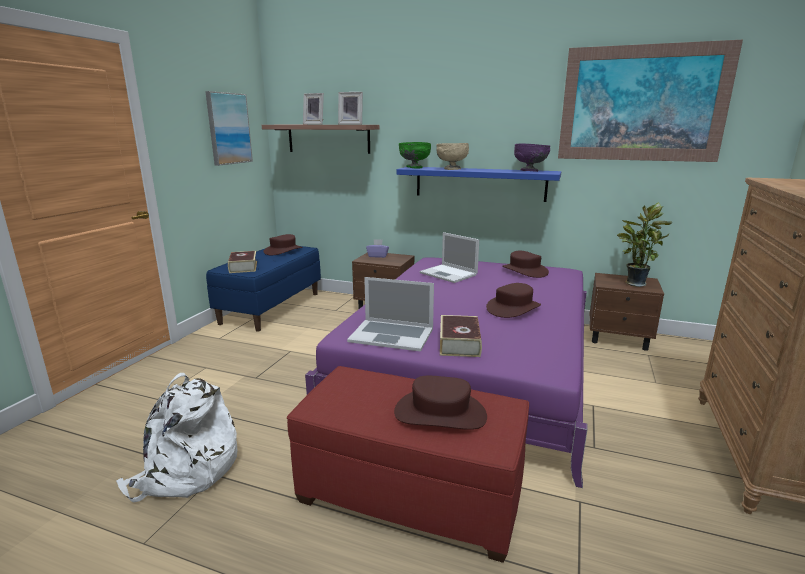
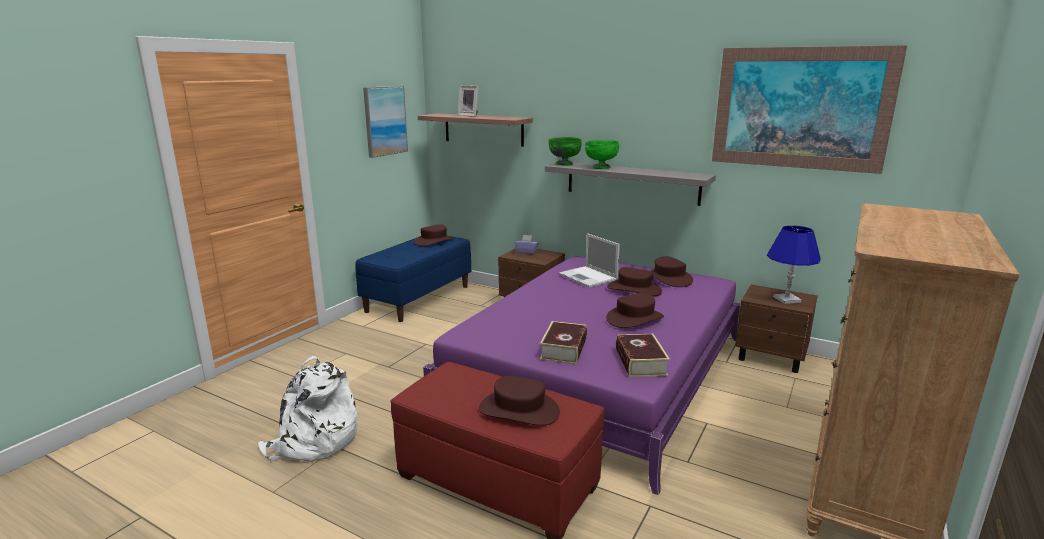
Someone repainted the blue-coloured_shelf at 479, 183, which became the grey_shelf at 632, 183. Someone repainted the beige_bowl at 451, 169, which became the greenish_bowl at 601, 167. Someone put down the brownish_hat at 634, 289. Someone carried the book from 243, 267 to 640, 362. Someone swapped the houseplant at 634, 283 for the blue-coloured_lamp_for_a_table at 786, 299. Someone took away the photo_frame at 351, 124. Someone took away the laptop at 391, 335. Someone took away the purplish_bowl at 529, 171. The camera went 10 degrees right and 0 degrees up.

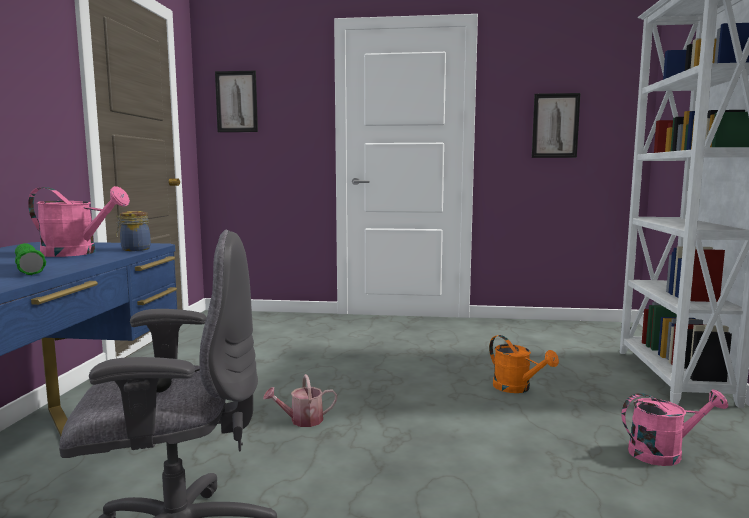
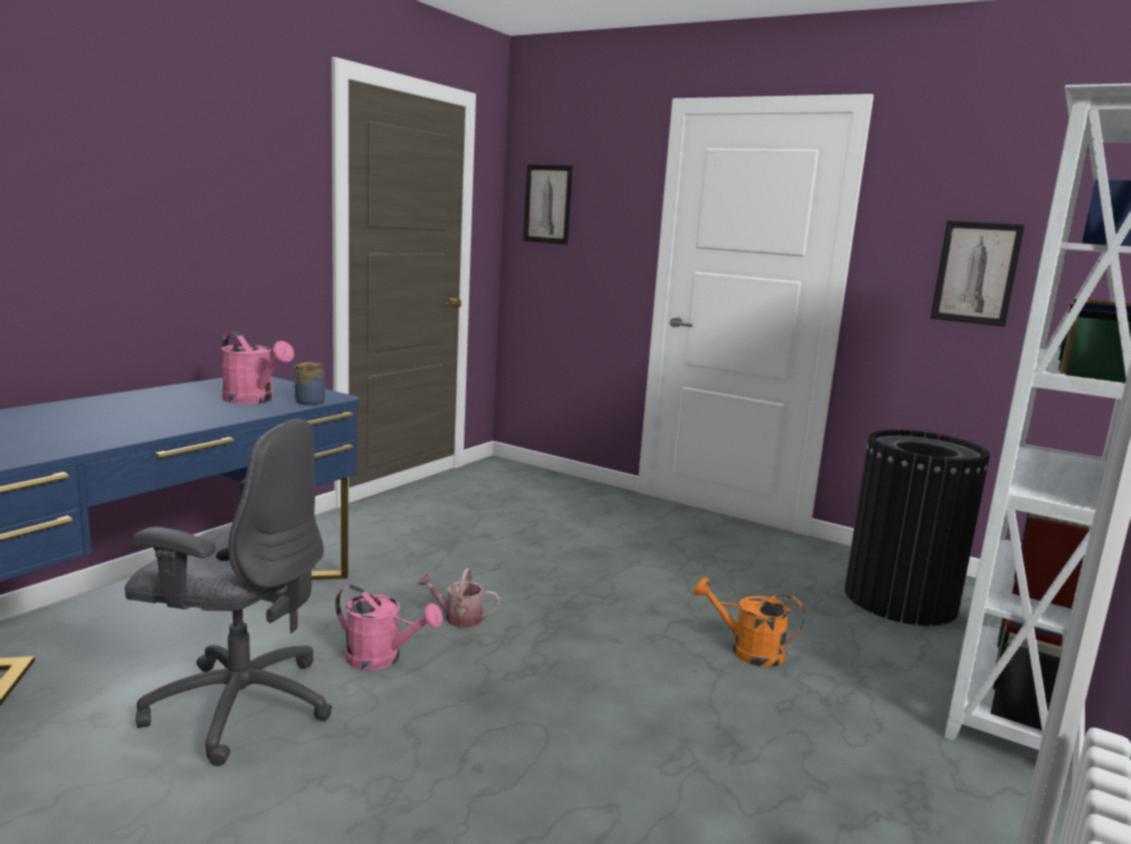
Someone carried the pink-coloured_watering_can from 664, 453 to 382, 659. Someone rotated the orange_watering_can at 517, 388 by 120 degrees clockwise. Someone put down the blackish_waste_bin at 900, 600. Someone took away the greenish_torch at 29, 269. The camera went 25 degrees right and 5 degrees up.

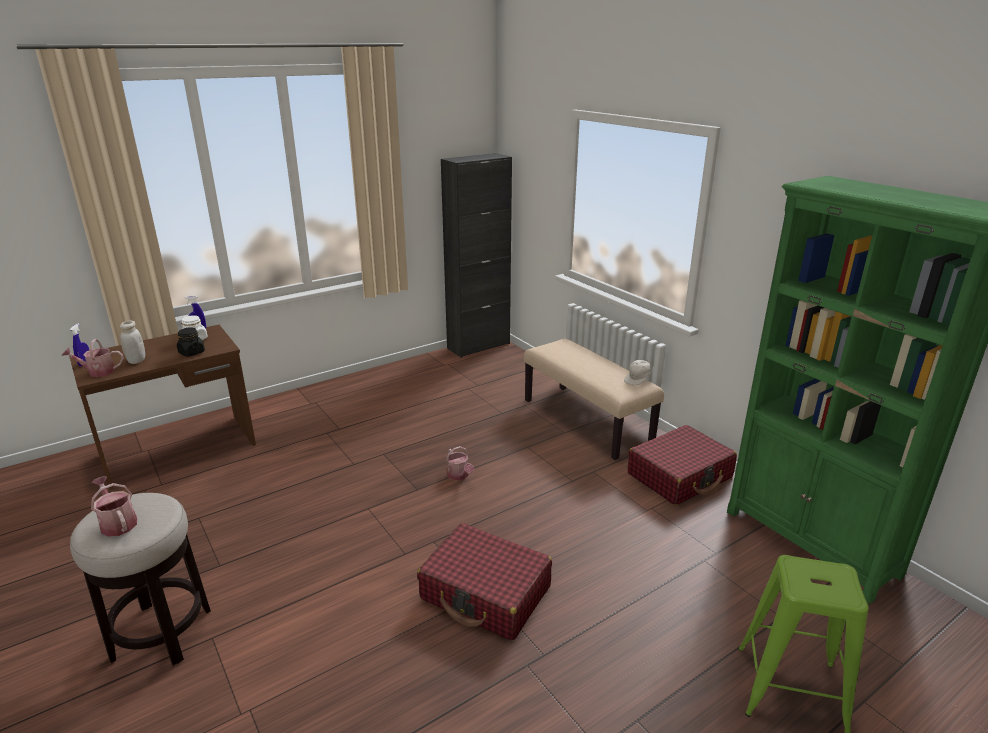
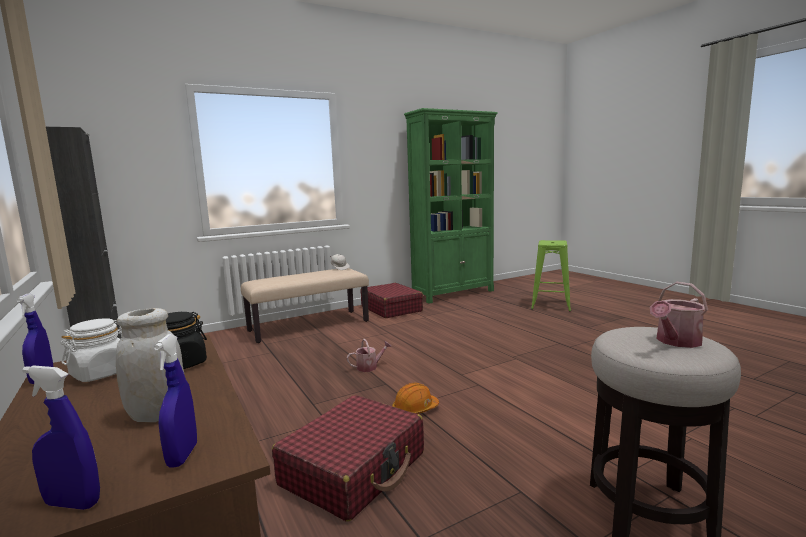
Someone swapped the watering_can at 98, 372 for the blue-coloured_sprayer at 182, 456. Someone carried the red_suitcase from 486, 593 to 354, 469. Someone put down the orange_work_helmet at 415, 409. The camera went 85 degrees left and 15 degrees down.

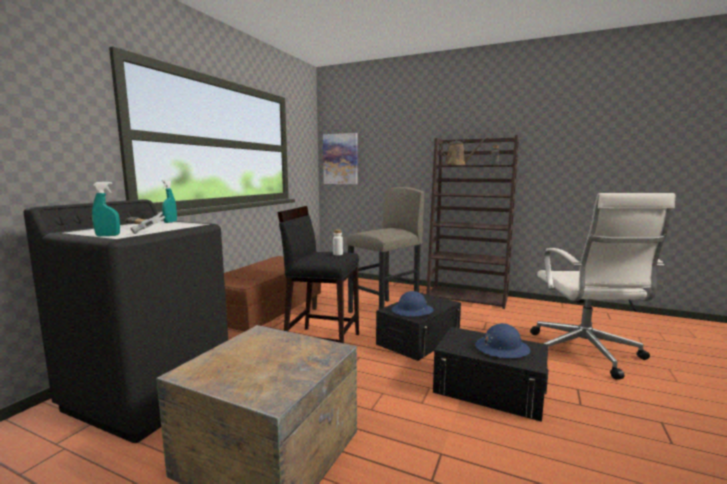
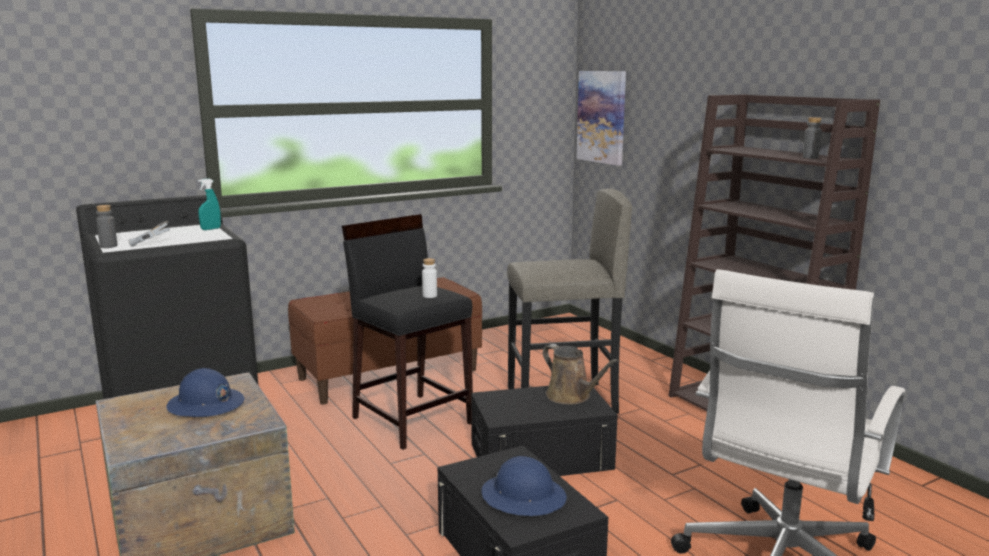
Someone swapped the blue-green_sprayer at 108, 235 for the grey_bottle at 108, 246. Someone carried the blue-coloured_work_helmet from 412, 311 to 205, 405. Someone carried the brownish_watering_can from 457, 165 to 571, 396. The camera went 35 degrees right and 5 degrees up.

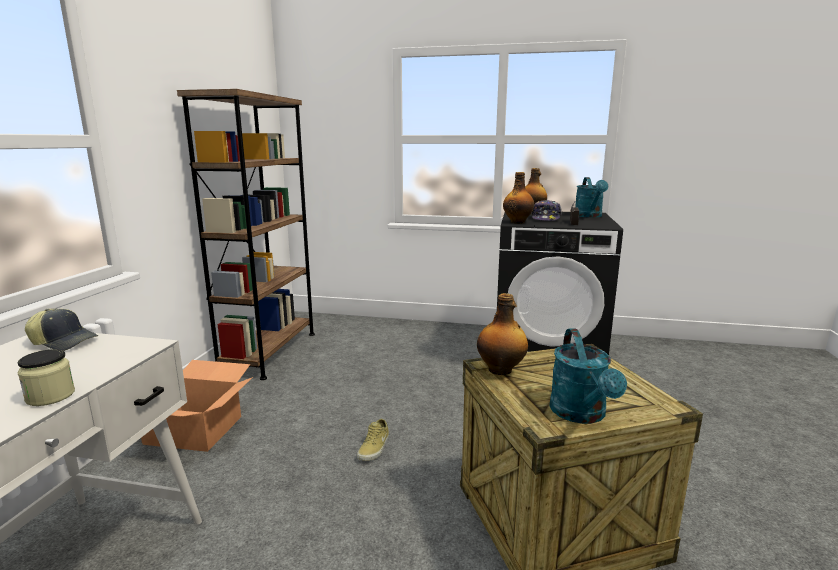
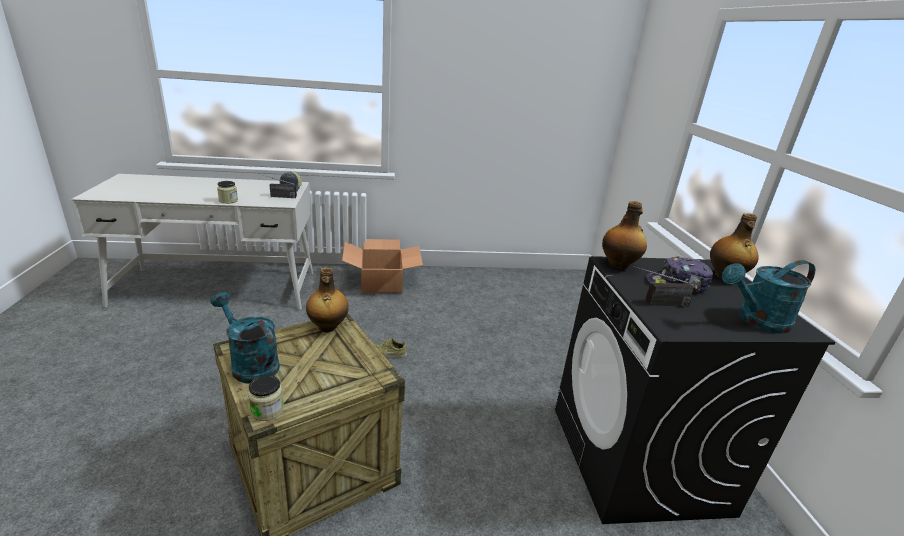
Someone rotated the blue-green_watering_can at 581, 415 by 60 degrees clockwise. Someone put down the preserve_jar at 267, 410. Someone put down the radio_receiver at 276, 196. Someone took away the brownish_bookcase at 269, 352. The camera went 70 degrees right and 10 degrees up.

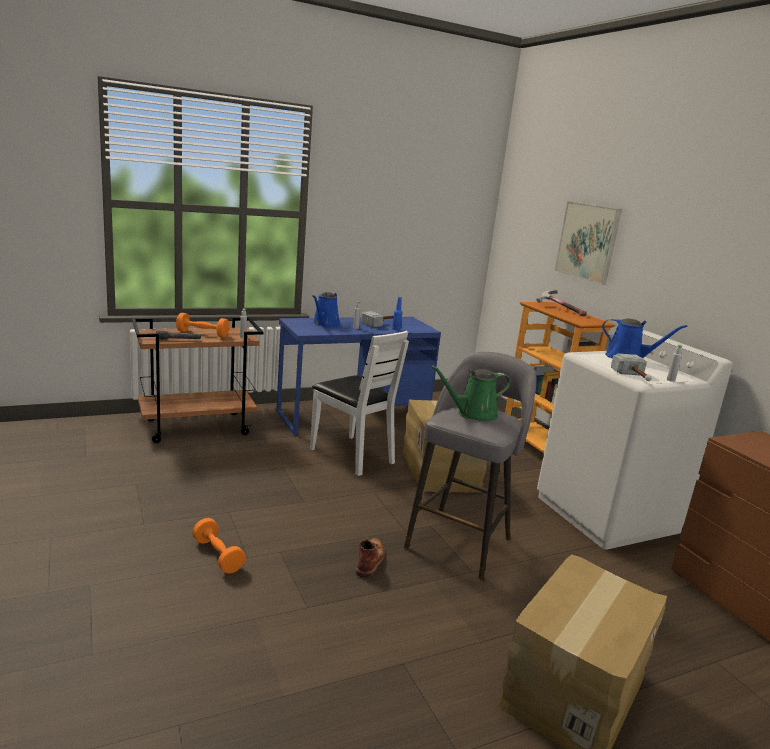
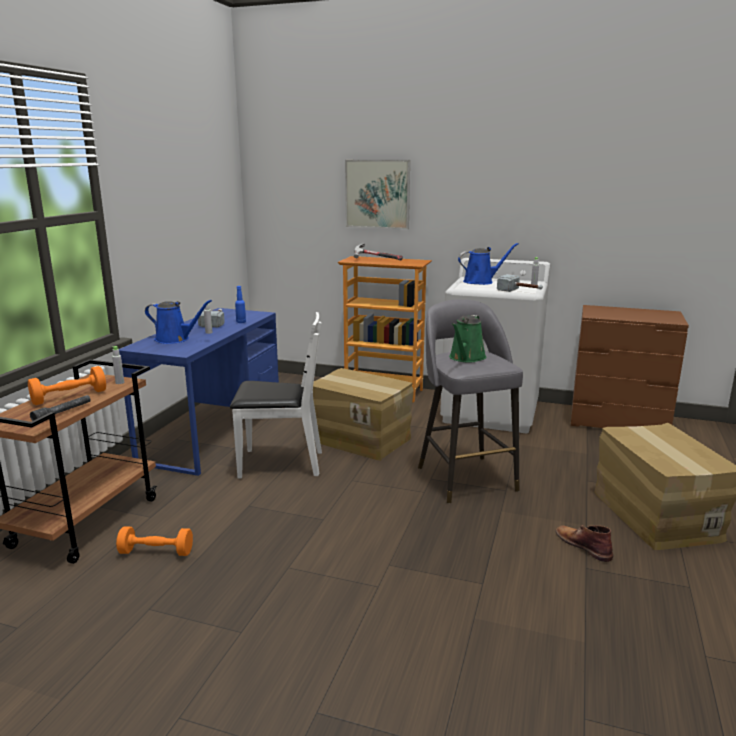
Someone carried the orange_free_weight from 218, 555 to 156, 552. Someone rotated the blue-coloured_watering_can at 325, 324 by 45 degrees counterclockwise. Someone carried the brownish_high-top_boot from 370, 560 to 583, 545. The camera went 45 degrees left and 0 degrees up.

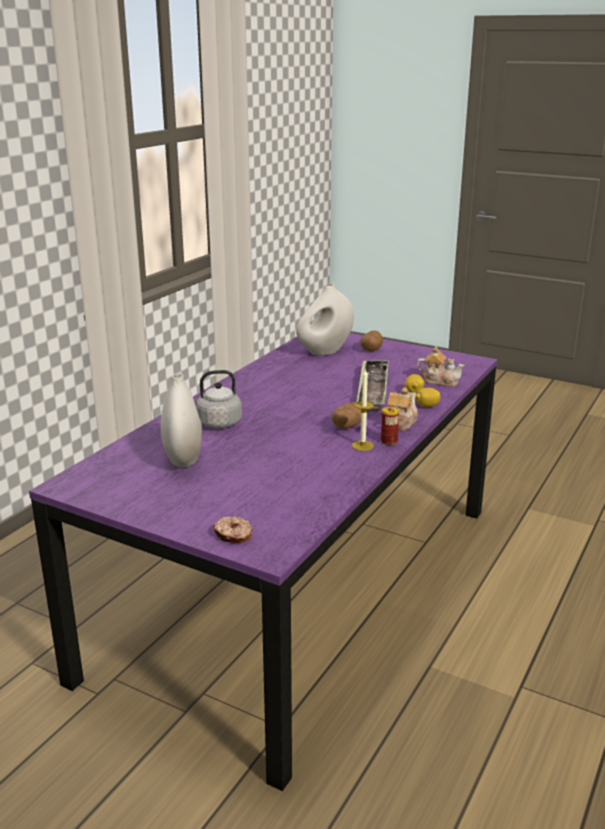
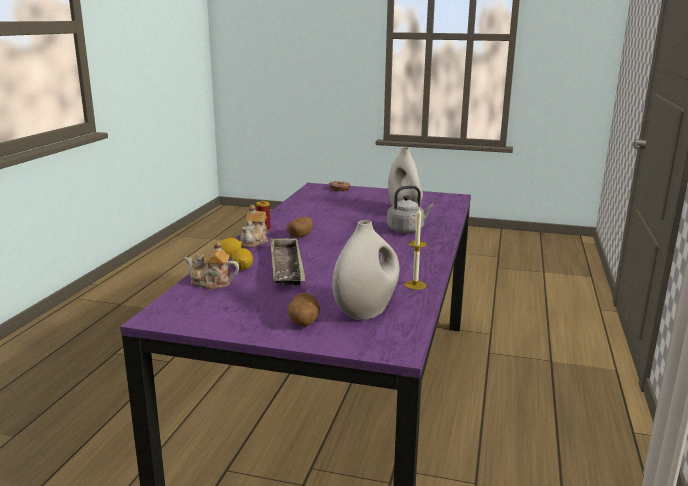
Someone carried the wax_candle from 362, 445 to 415, 285. The camera went 165 degrees right and 5 degrees down.

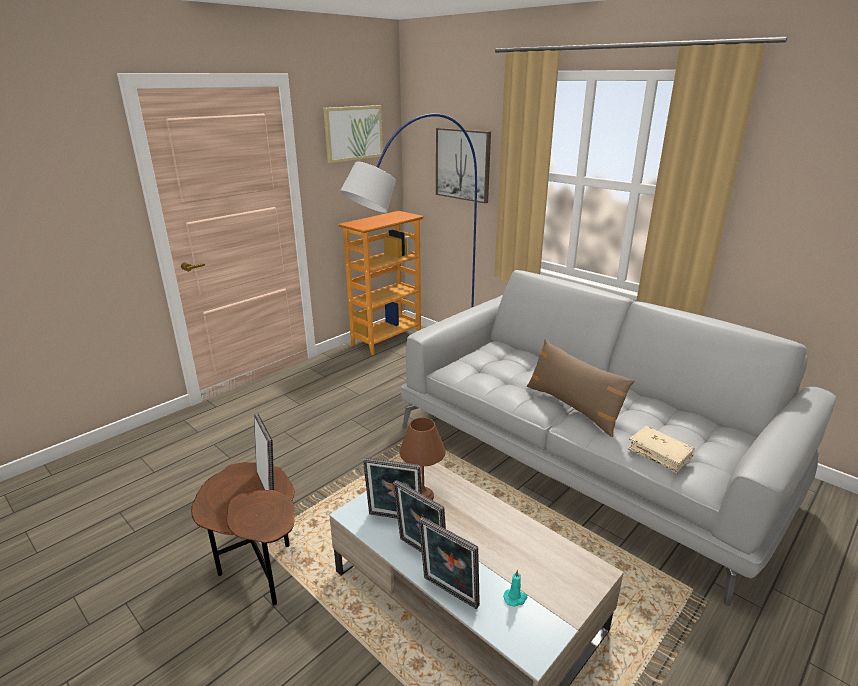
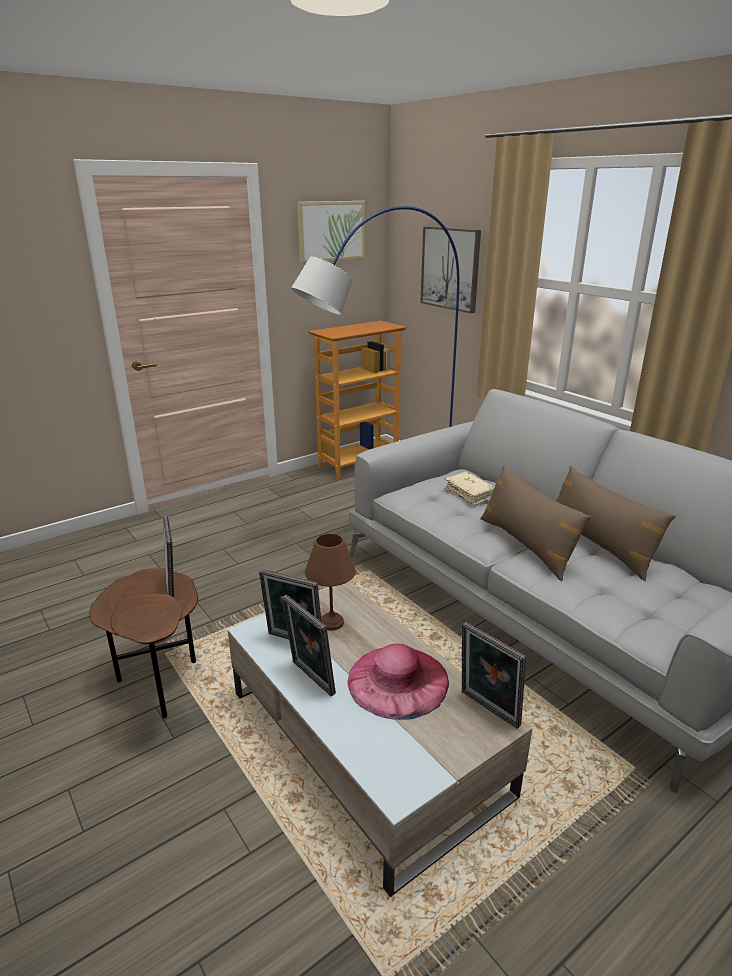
Someone put down the pink-coloured_hat at 398, 680. Someone carried the beige_book from 659, 454 to 470, 493. Someone carried the photo_frame from 448, 594 to 487, 710. Someone put down the brownish_pillow at 599, 545. Someone took away the blue-green_wax_candle at 515, 598. The camera went 10 degrees right and 0 degrees up.

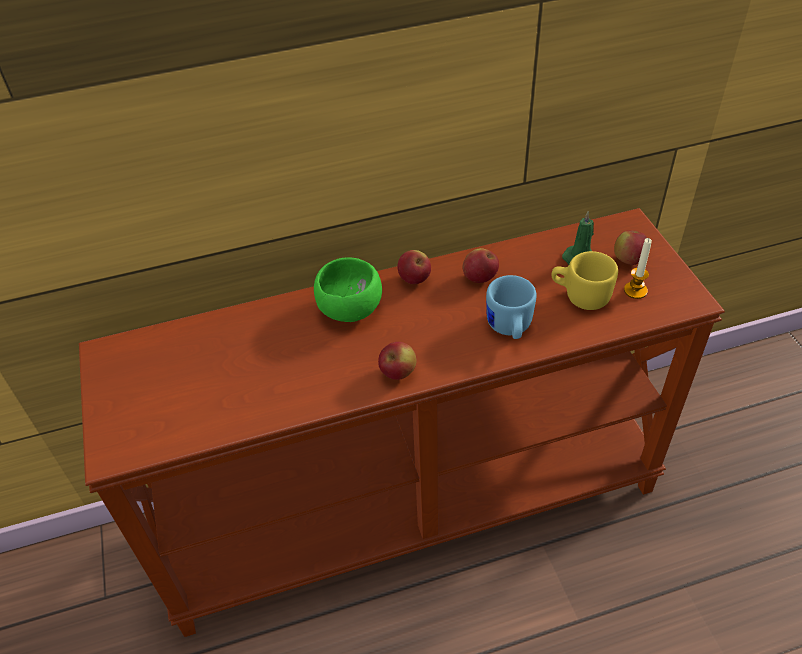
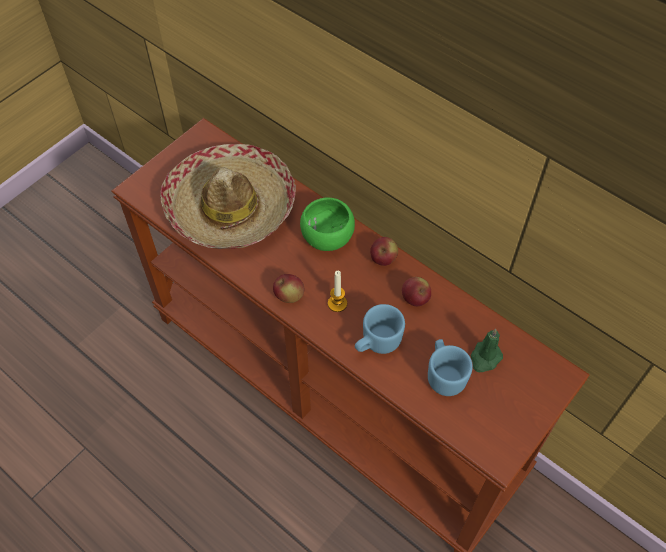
Someone put down the hat at 231, 207. Someone carried the wax_candle from 635, 290 to 337, 303. Someone repainted the yellowish_tea_mug at 580, 296, which became the blue-coloured_tea_mug at 445, 374. Someone took away the apple at 628, 260. The camera went 55 degrees right and 10 degrees up.

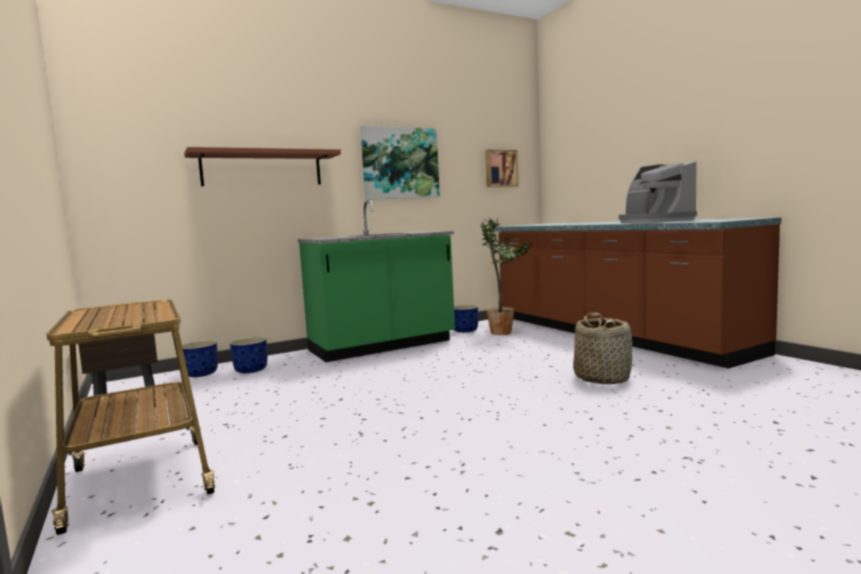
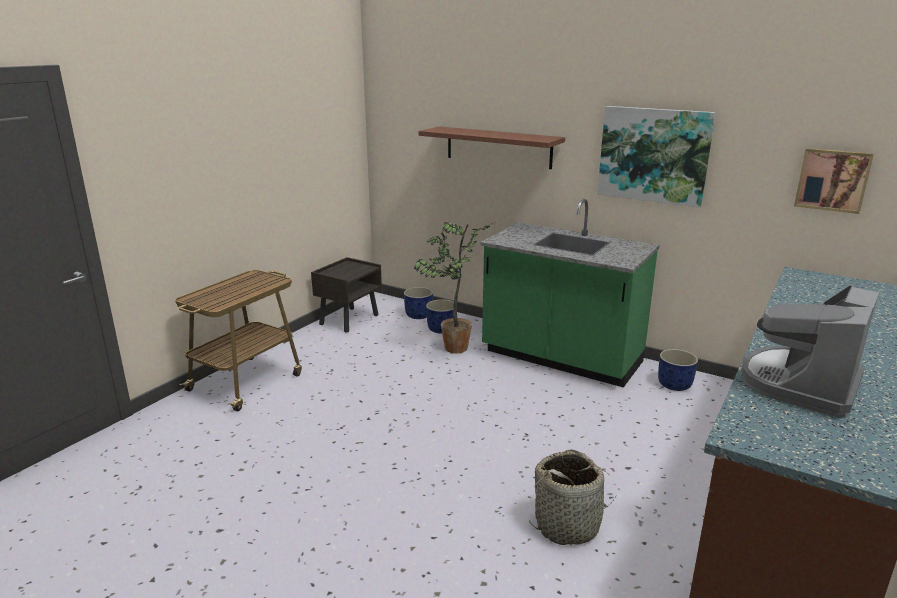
Someone carried the houseplant from 503, 333 to 454, 349. The camera went 60 degrees right and 15 degrees up.

